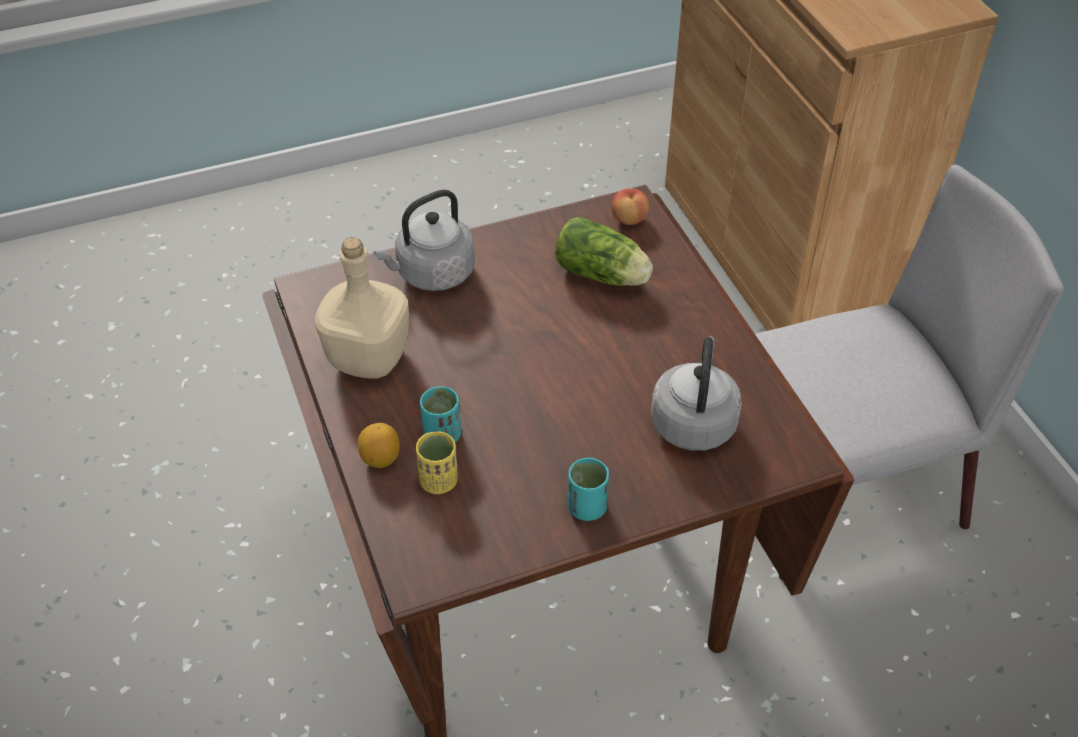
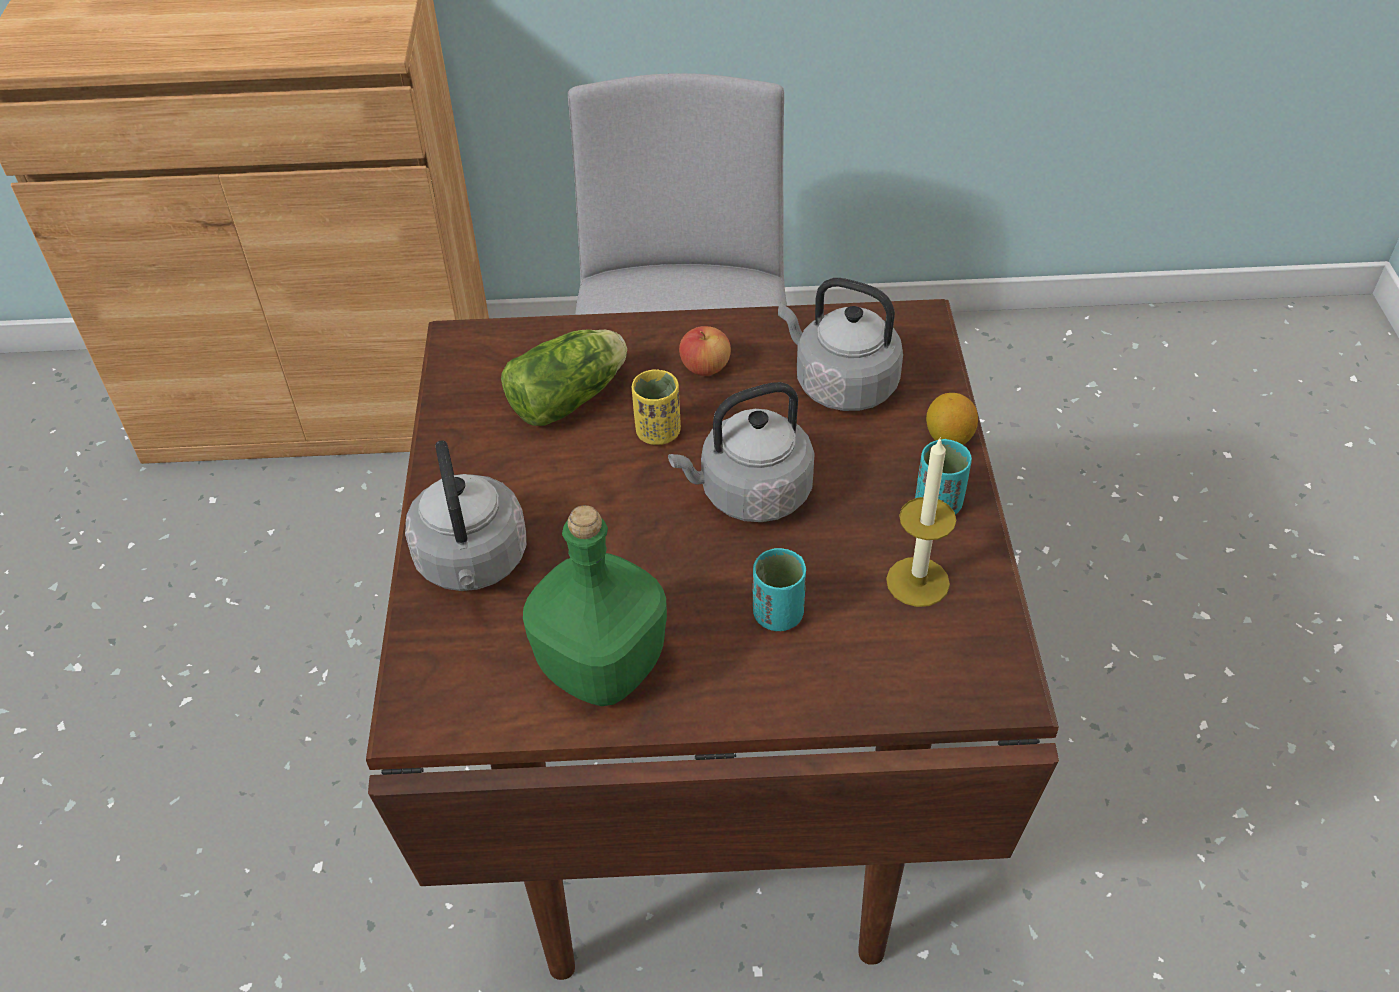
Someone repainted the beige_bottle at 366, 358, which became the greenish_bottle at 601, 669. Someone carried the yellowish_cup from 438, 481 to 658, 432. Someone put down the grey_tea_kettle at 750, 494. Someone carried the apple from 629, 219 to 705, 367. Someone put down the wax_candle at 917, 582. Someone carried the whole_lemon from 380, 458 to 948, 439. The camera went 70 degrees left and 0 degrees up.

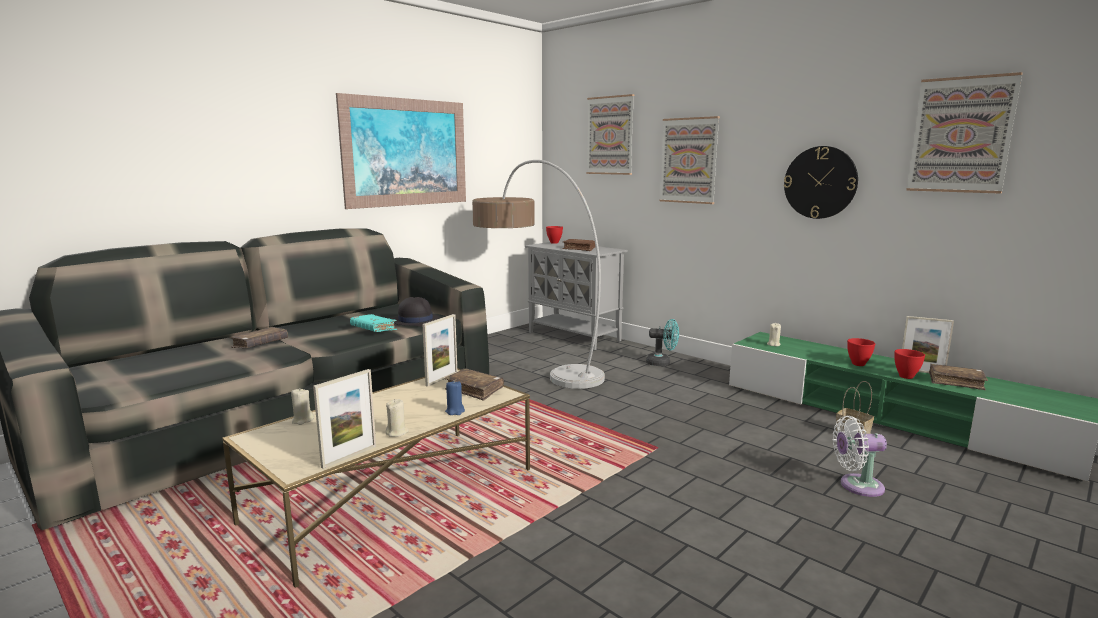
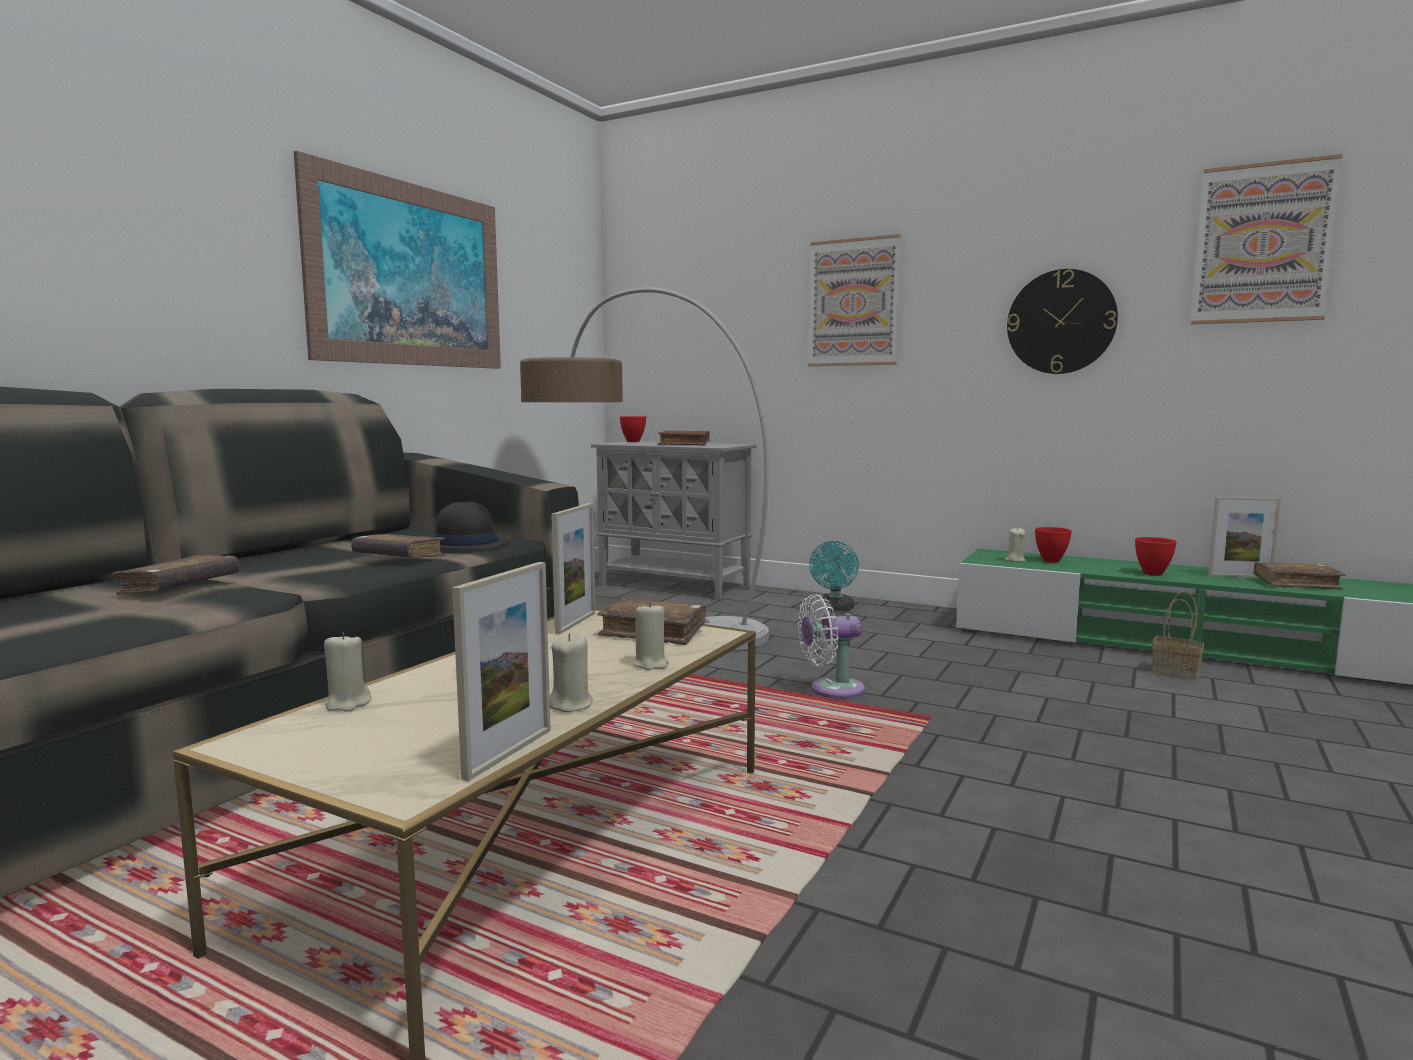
Someone repainted the blue-green_book at 373, 329, which became the brownish_book at 399, 558. Someone repainted the blue-coloured_wax_candle at 455, 411, which became the beige_wax_candle at 651, 664. Someone carried the white_cooling_fan from 857, 486 to 831, 689. Someone rotated the blue-green_cooling_fan at 662, 363 by 105 degrees clockwise. Someone carried the red_bowl from 905, 376 to 1050, 561. Someone took away the picture at 610, 135. The camera went 15 degrees left and 5 degrees down.

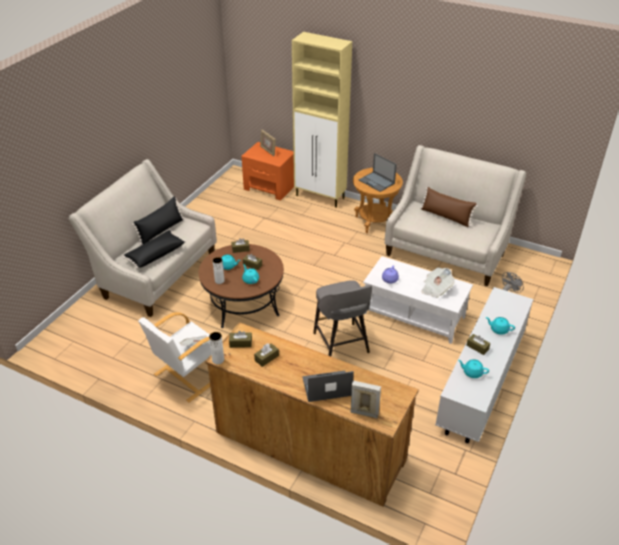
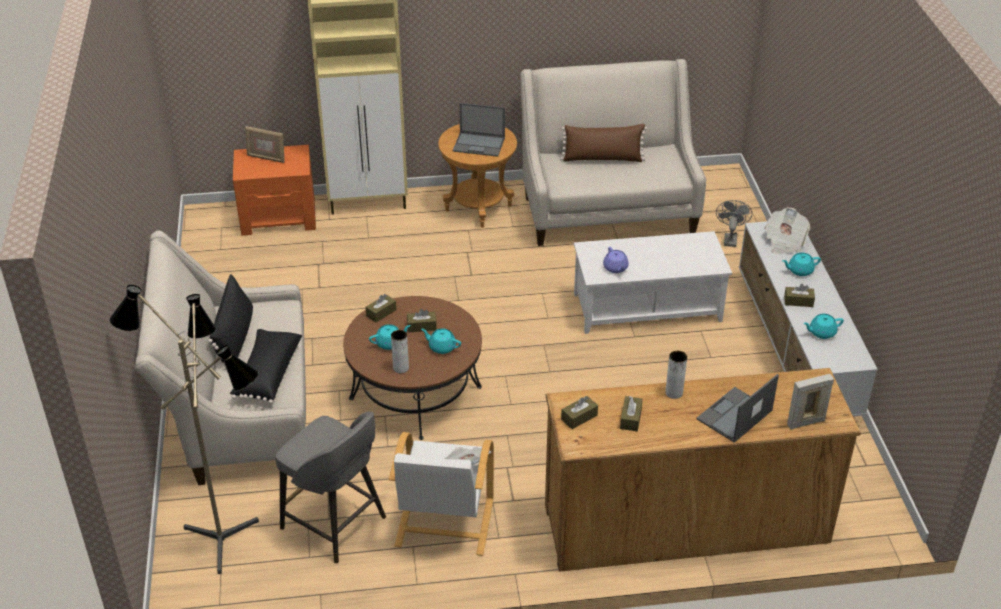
Someone put down the standing_lamp at 224, 534. Someone carried the grey_stool_seat from 341, 344 to 335, 524. Someone carried the white_vase from 218, 360 to 674, 393. Someone carried the printed_paper from 436, 289 to 784, 242. The camera went 35 degrees left and 0 degrees up.

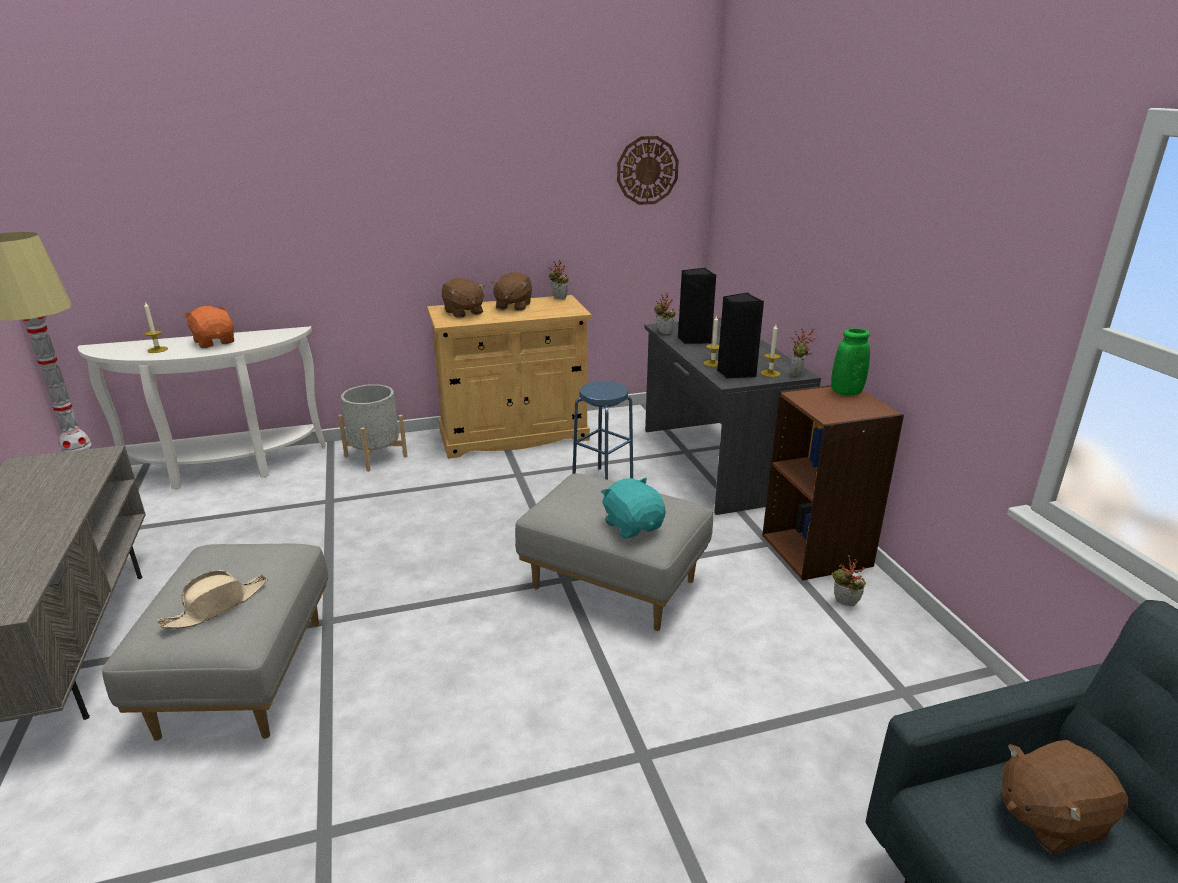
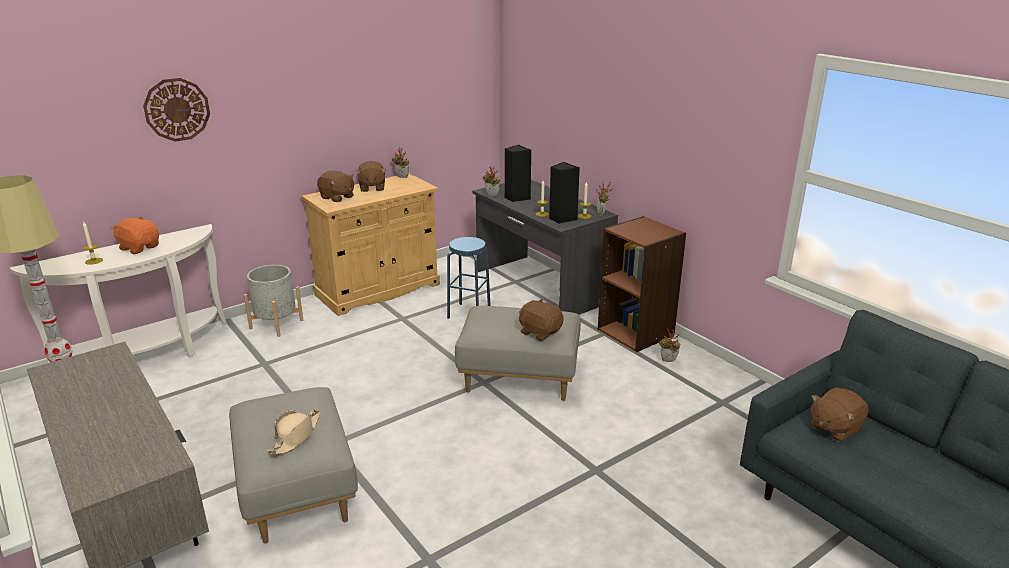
Someone carried the clock_on_the_wall from 647, 170 to 177, 109. Someone repainted the blue-green_plush_toy at 633, 526, which became the brownish_plush_toy at 540, 332. Someone took away the greenish_vase at 846, 392. The camera went 20 degrees left and 0 degrees up.

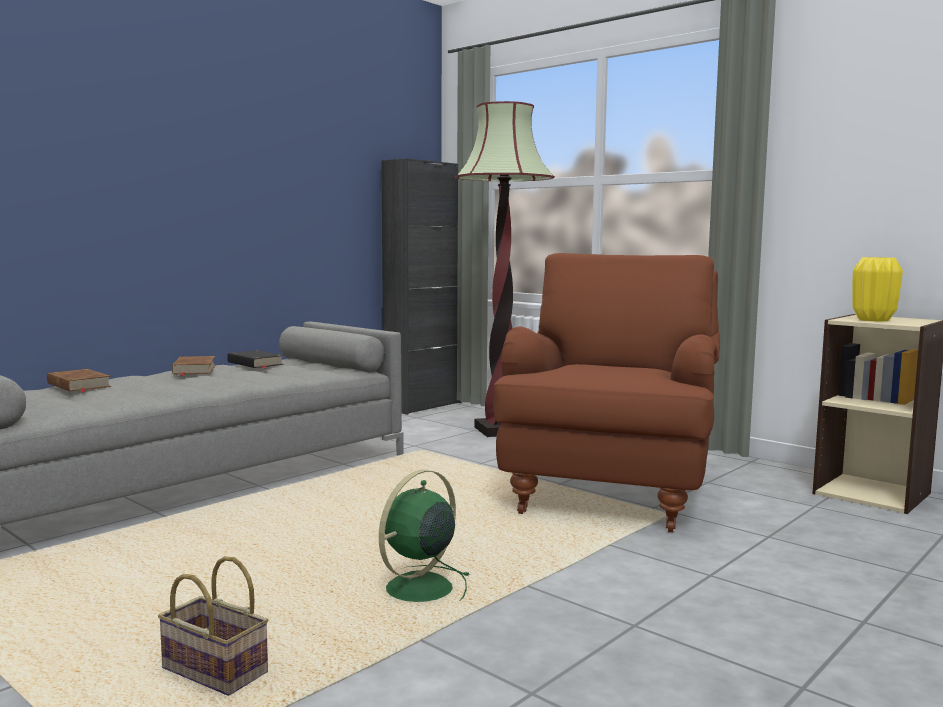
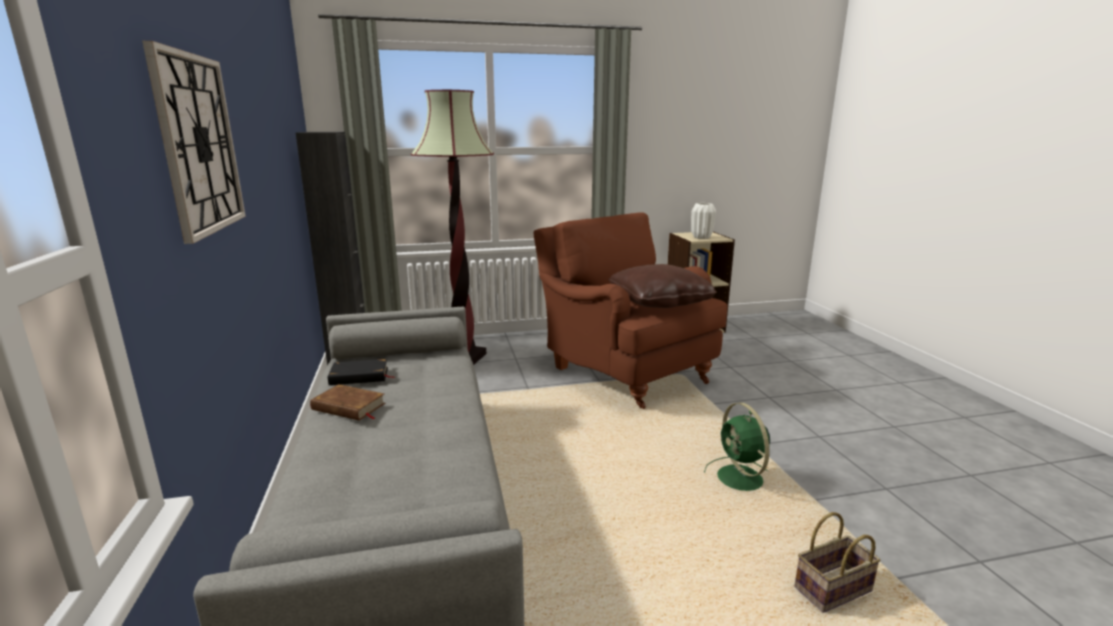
Someone put up the clock_on_the_wall at 199, 144. Someone put down the brownish_pillow at 659, 302. Someone repainted the yellowish_vase at 874, 320, which became the white_vase at 701, 237. Someone took away the brownish_book at 78, 385. The camera went 55 degrees left and 10 degrees up.

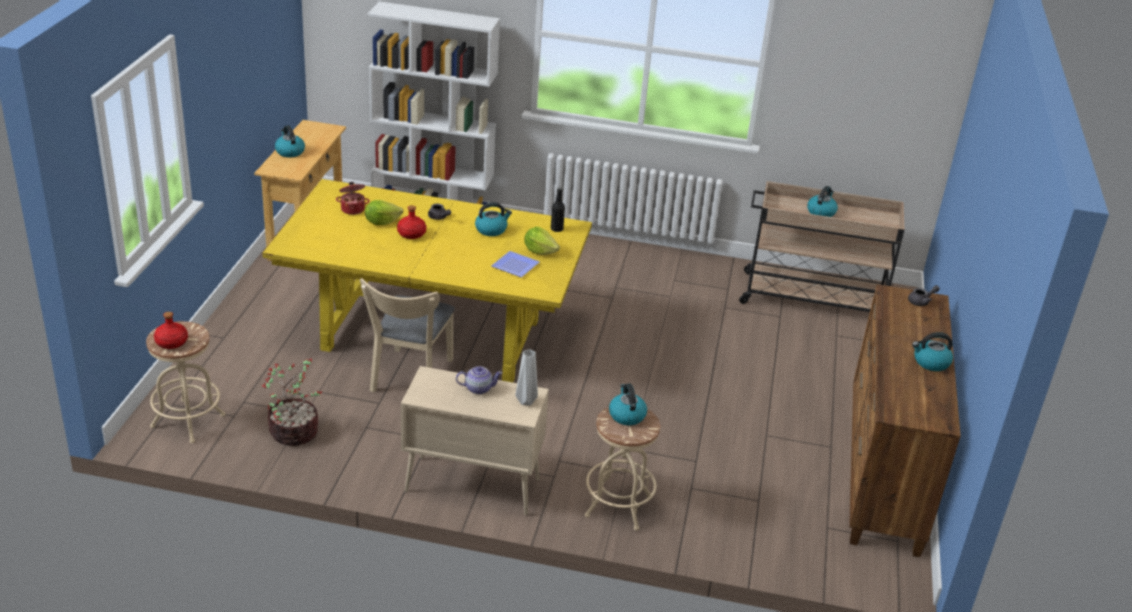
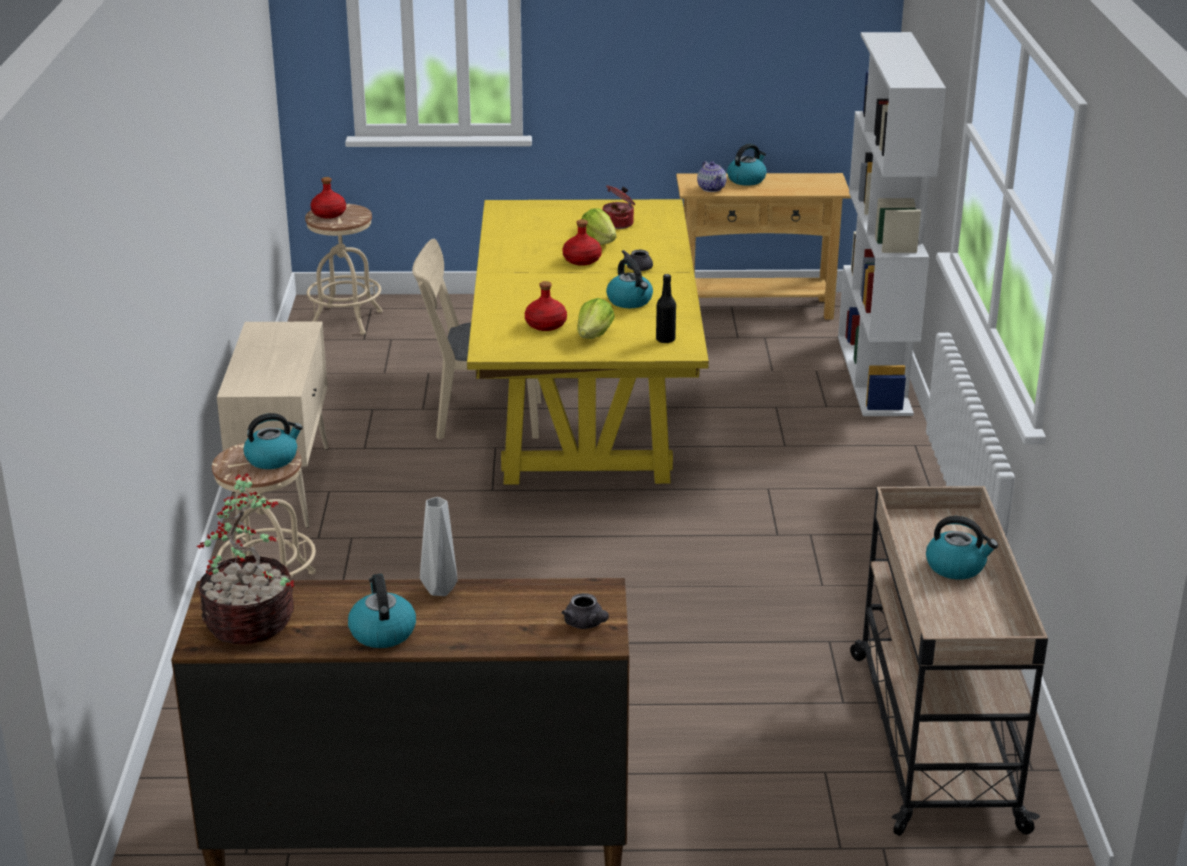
Someone carried the houseplant from 295, 432 to 251, 623. Someone carried the grey_vase from 527, 401 to 440, 591. Someone swapped the dinner_plate at 515, 265 for the red_bottle at 546, 325. Someone carried the pot_for_tea from 478, 388 to 711, 188. The camera went 80 degrees right and 5 degrees down.

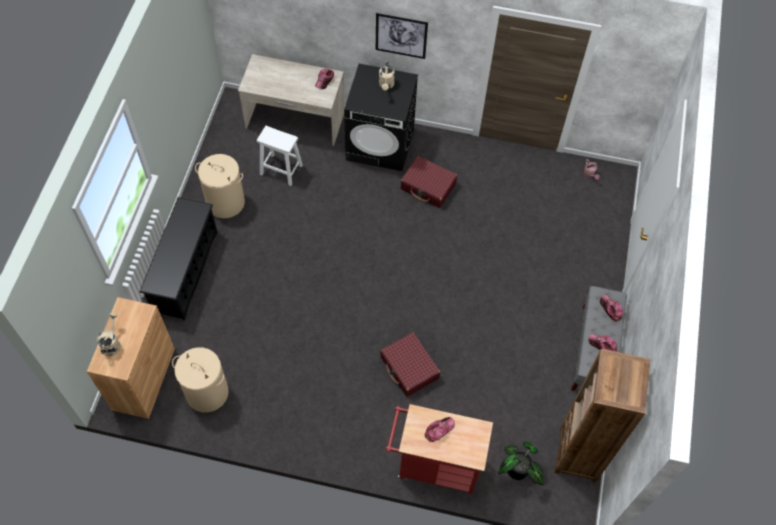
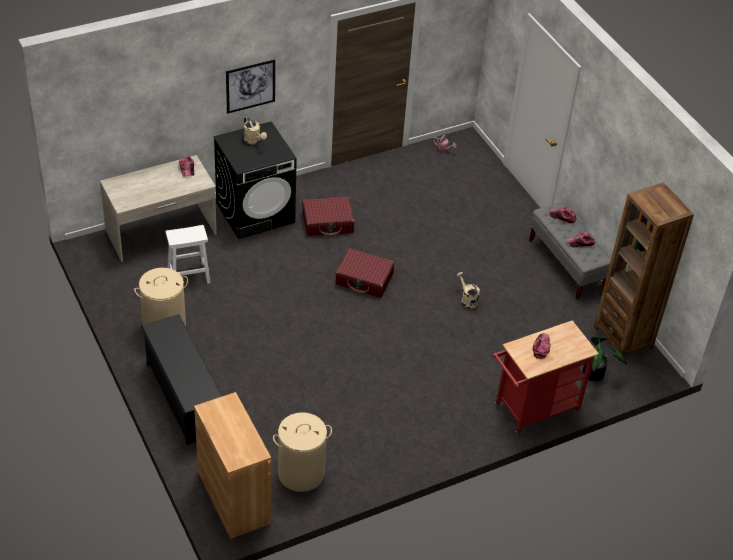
Someone carried the red_suitcase from 409, 368 to 364, 279. Someone carried the beige_watering_can from 112, 343 to 467, 300. The camera went 40 degrees left and 15 degrees down.

